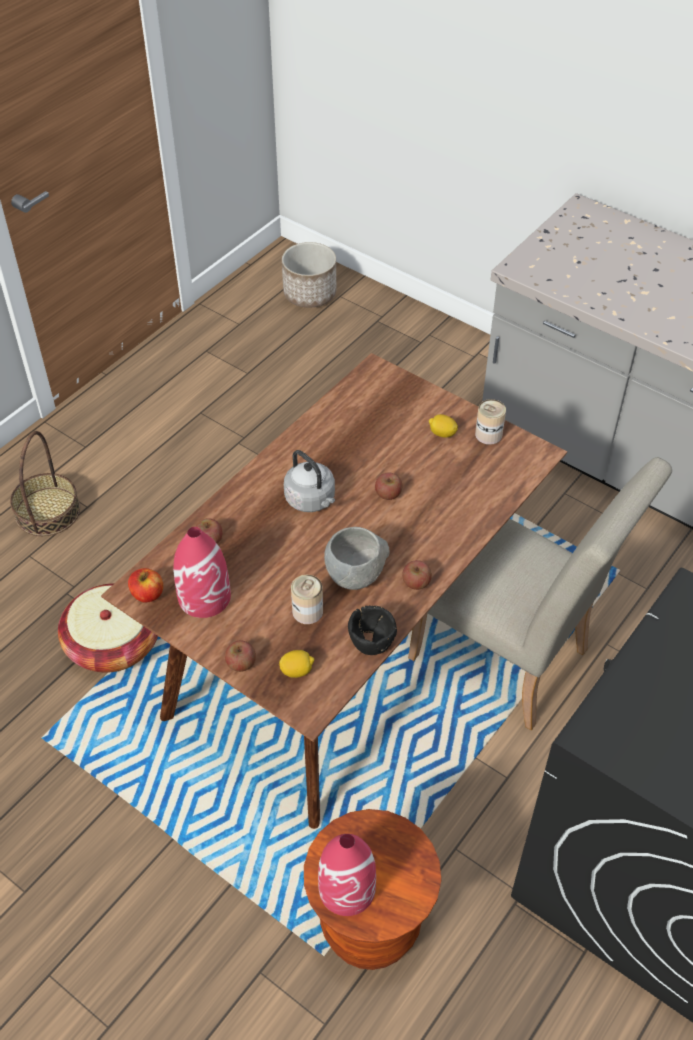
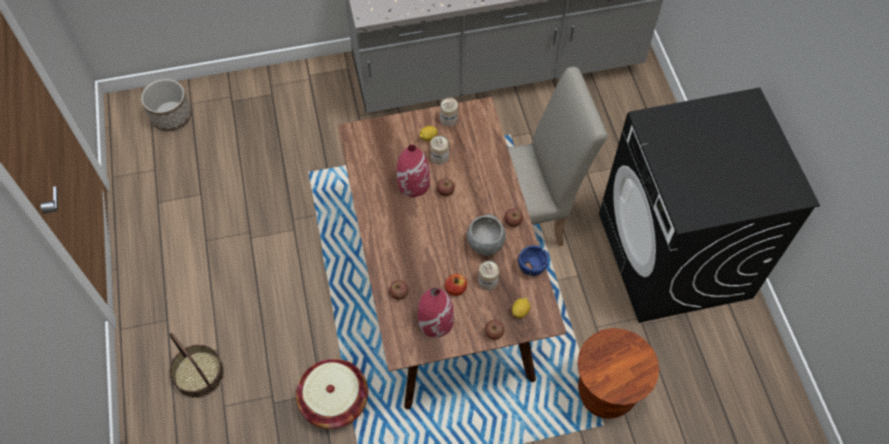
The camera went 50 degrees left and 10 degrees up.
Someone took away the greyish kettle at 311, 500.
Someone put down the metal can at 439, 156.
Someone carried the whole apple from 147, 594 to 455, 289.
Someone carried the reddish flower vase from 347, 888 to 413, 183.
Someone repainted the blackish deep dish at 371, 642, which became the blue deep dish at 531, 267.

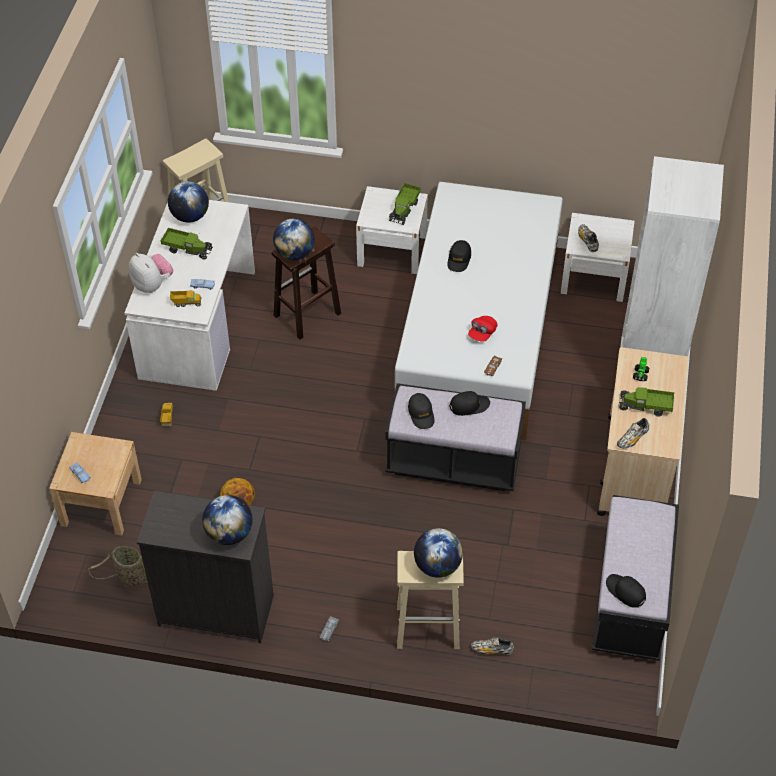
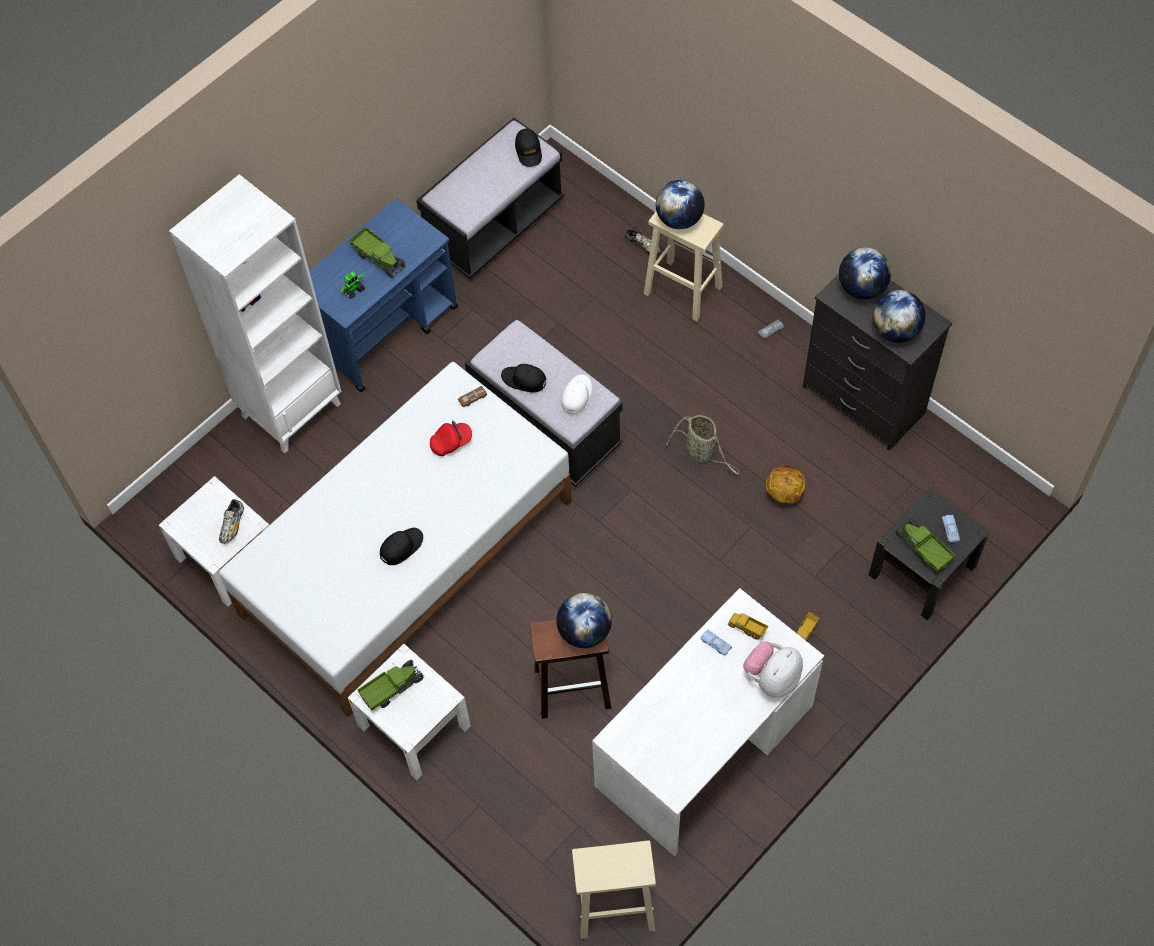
The camera went 145 degrees left and 10 degrees up.
Someone took away the item of footwear at 632, 438.
Someone carried the household basket from 130, 578 to 702, 453.
Someone carried the model truck from 187, 249 to 922, 549.
Someone carried the desk globe from 190, 216 to 895, 330.
Someone repainted the beige-coloured nightstand at 101, 502, which became the blackish nightstand at 922, 570.
Someone repainted the blackish baseball cap at 421, 414, which became the whitish baseball cap at 576, 396.
Someone repainted the beige-coloured cart at 635, 470, which became the blue cart at 386, 329.
Someone rotated the cuddly toy at 152, 284 by 45 degrees clockwise.

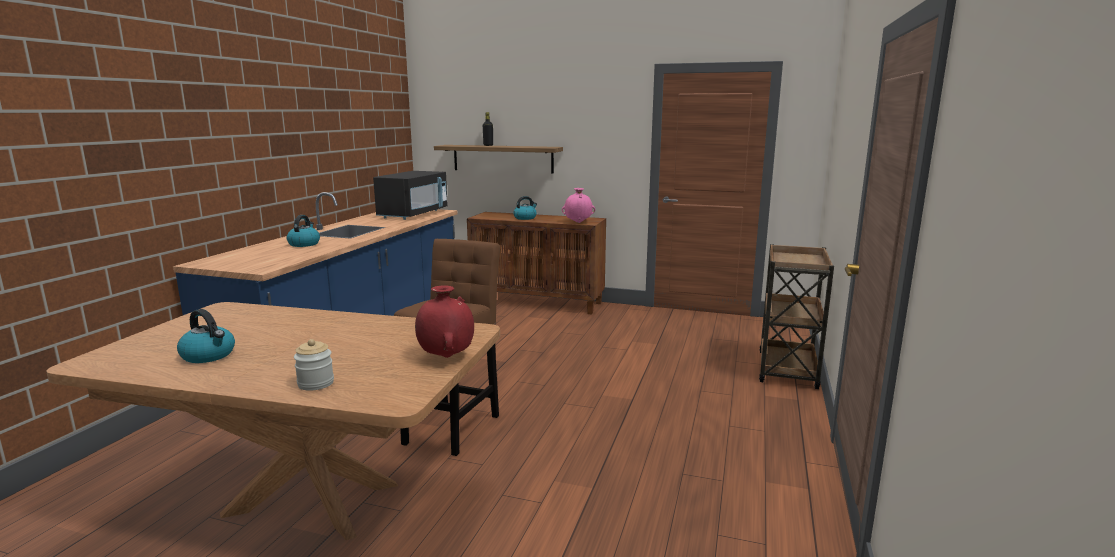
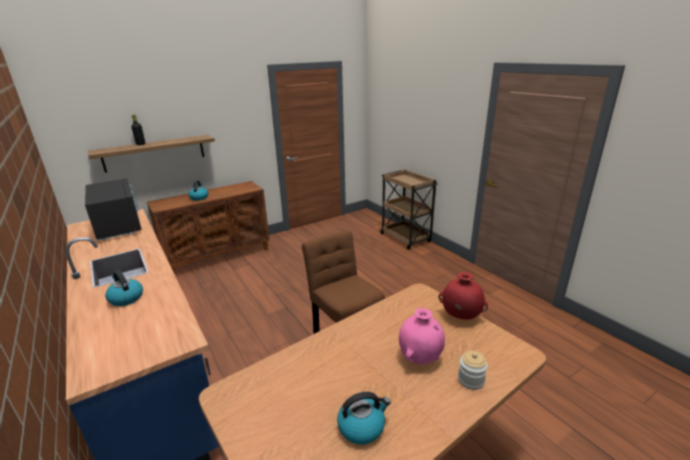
The camera went 50 degrees left and 10 degrees up.
Someone carried the pink-coloured flower vase from 578, 222 to 420, 357.

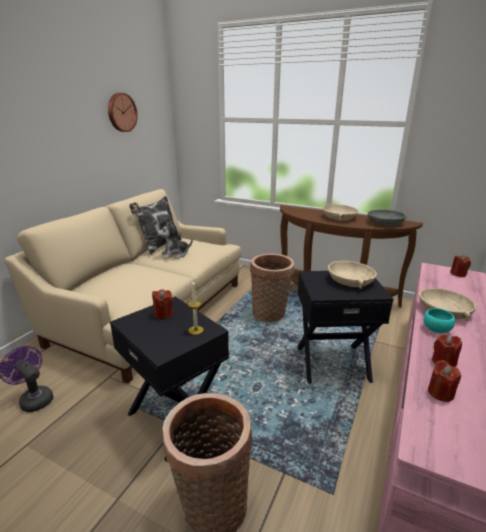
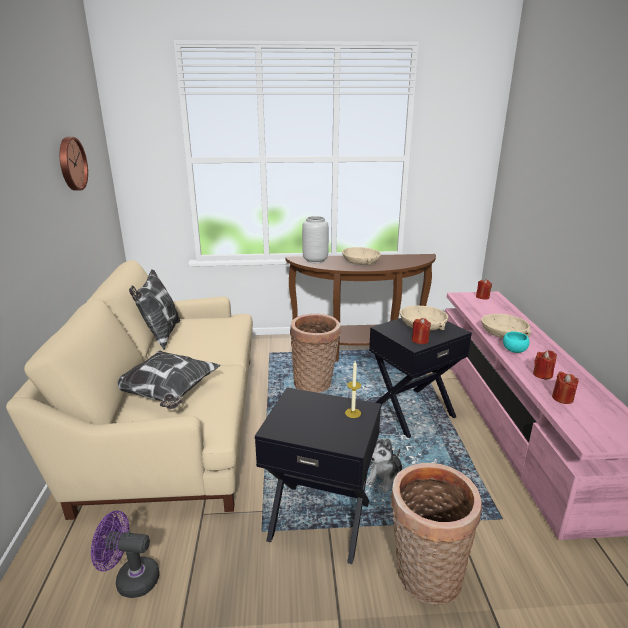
The camera went 30 degrees left and 0 degrees up.
Someone took away the greyish deep dish at 385, 222.
Someone put down the cushion at 168, 394.
Someone put down the greyish flower vase at 314, 260.
Someone carried the reddish wax light from 163, 314 to 420, 340.
Someone carried the cuddly toy from 175, 254 to 385, 477.

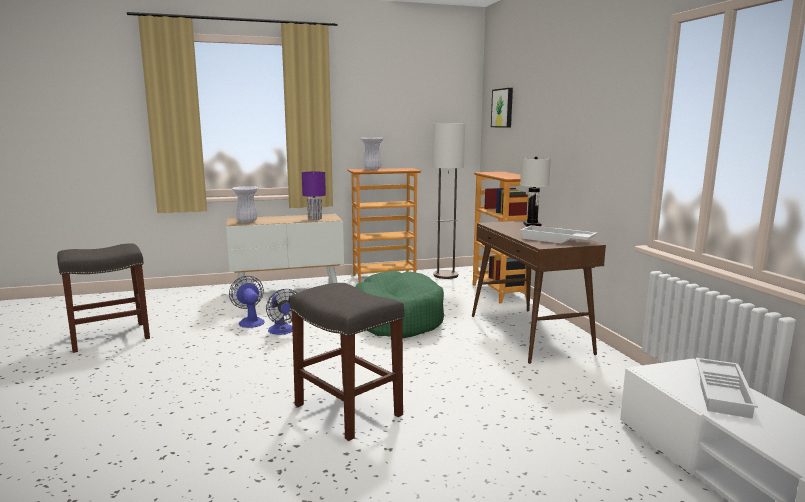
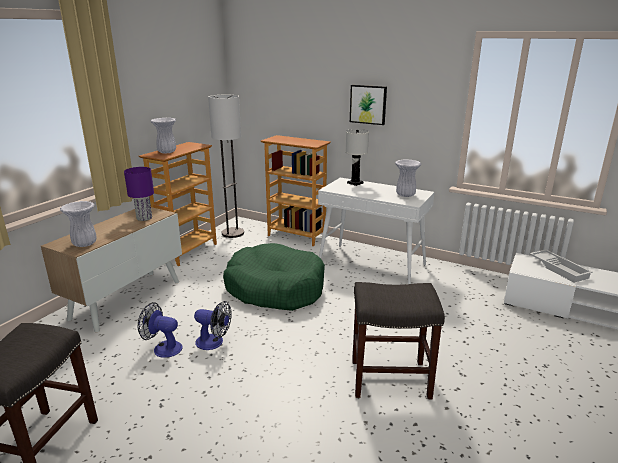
The camera went 45 degrees left and 10 degrees up.
Someone carried the wall picture from 503, 108 to 368, 104.
Someone swapped the whitish serving tray at 556, 240 for the whitish flower vase at 405, 195.
Someone repainted the brownish console table at 529, 334, which became the whitish console table at 372, 265.

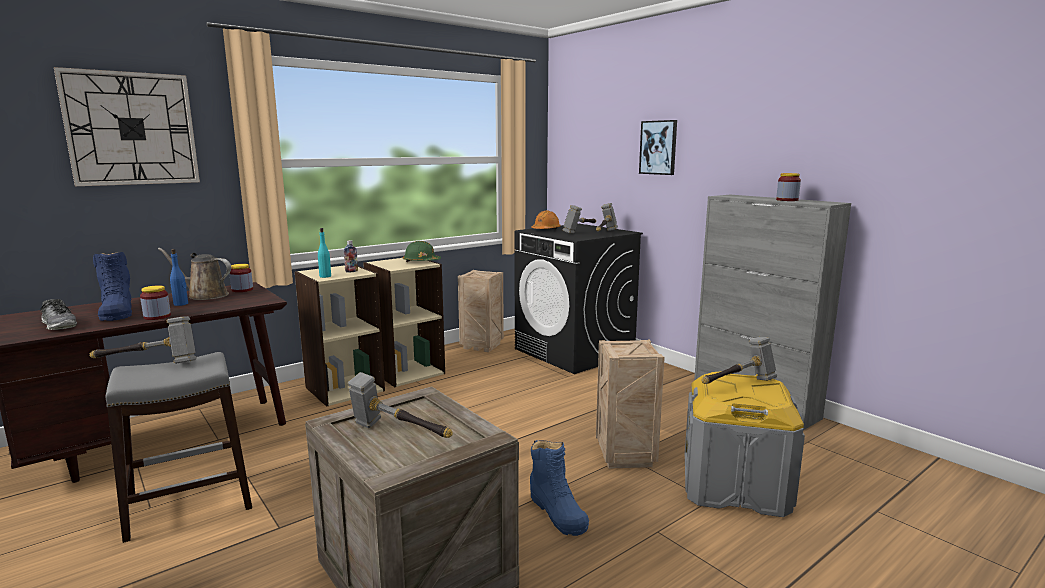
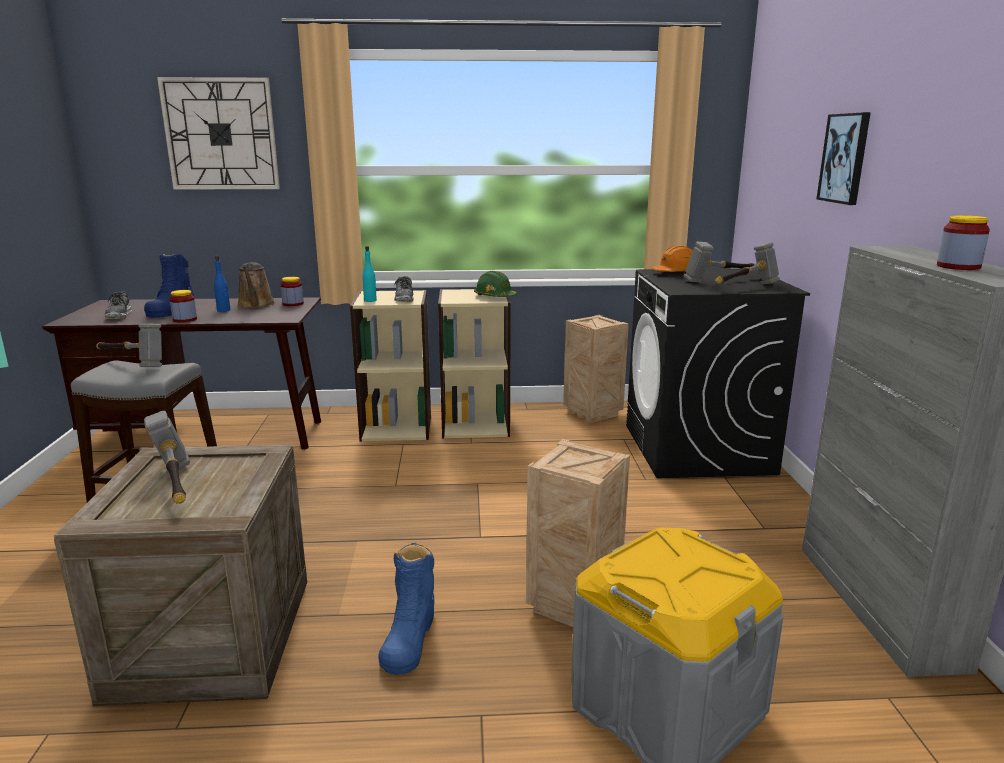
The camera went 35 degrees right and 5 degrees up.
Someone took away the tool hammer at 738, 384.
Someone swapped the beverage bottle at 351, 271 for the item of footwear at 404, 298.
Someone rotated the brownish watering pot at 205, 296 by 150 degrees counterclockwise.

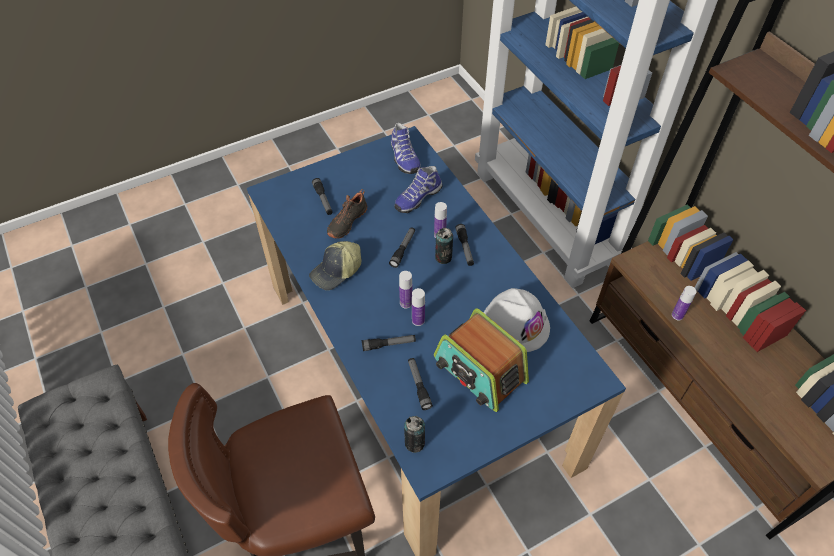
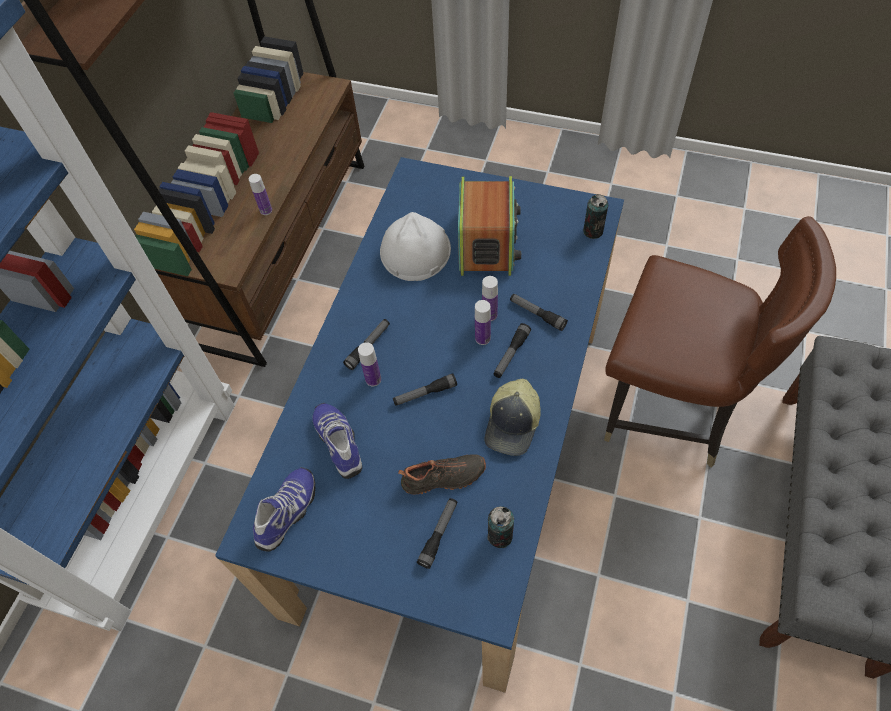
The camera went 130 degrees left and 5 degrees up.
Someone carried the flashlight from 419, 385 to 511, 354.
Someone carried the metal can from 443, 257 to 500, 536.
Someone rotated the baseball cap at 337, 271 by 105 degrees clockwise.
Someone rotated the item of footwear at 417, 197 by 120 degrees counterclockwise.

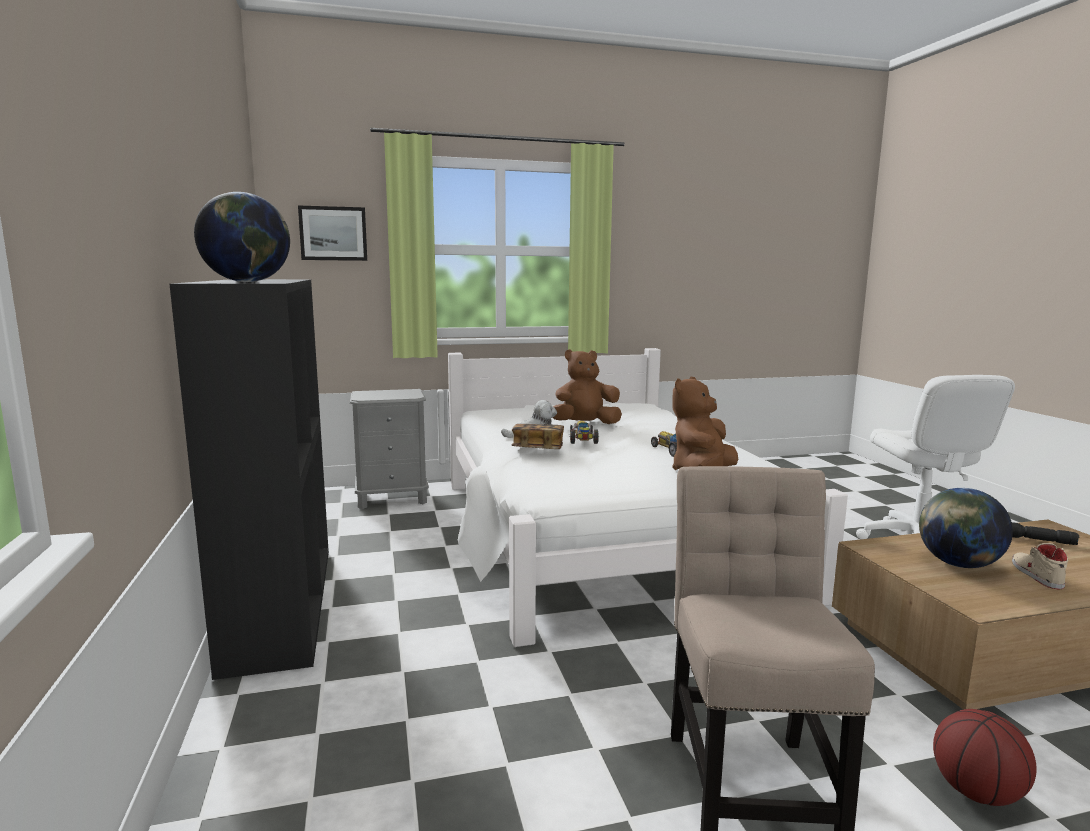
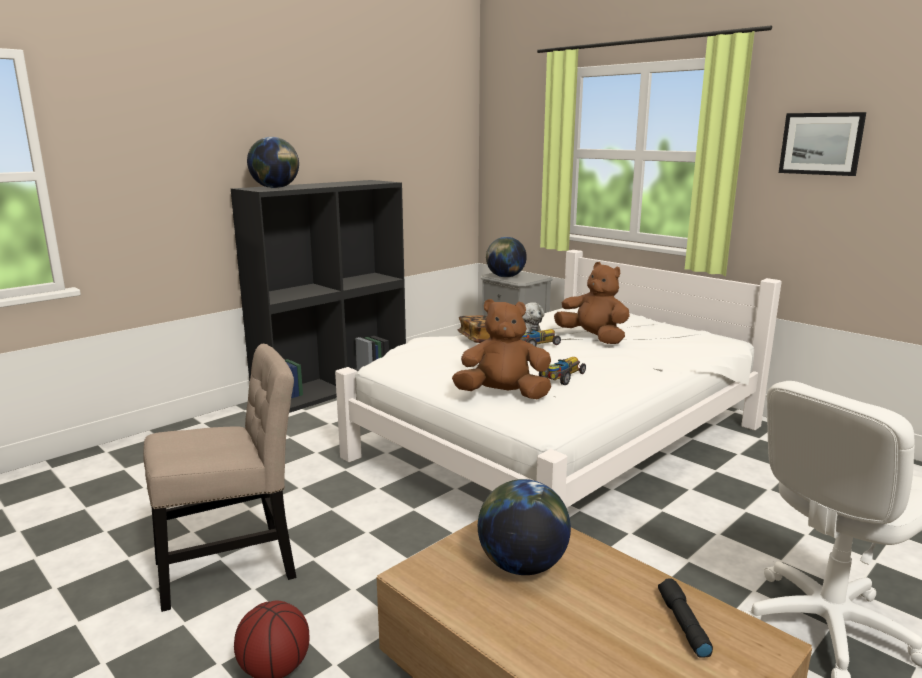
The camera went 60 degrees right and 5 degrees up.
Someone took away the beige-coloured item of footwear at 1035, 574.
Someone put down the desk globe at 505, 277.
Someone carried the wall picture from 333, 233 to 821, 143.

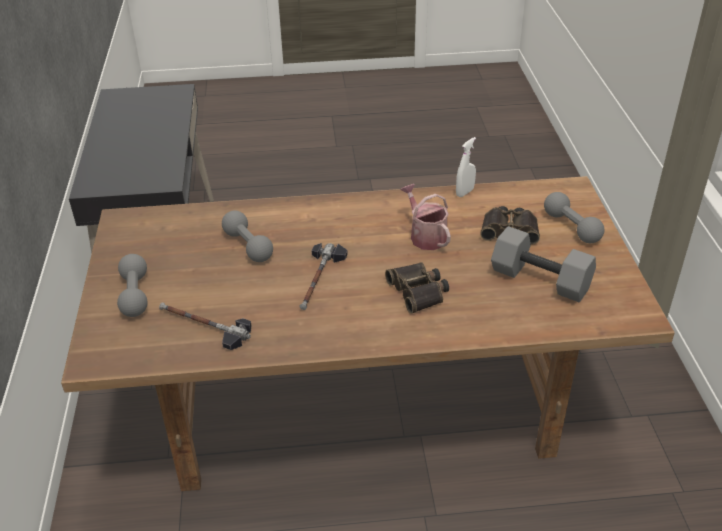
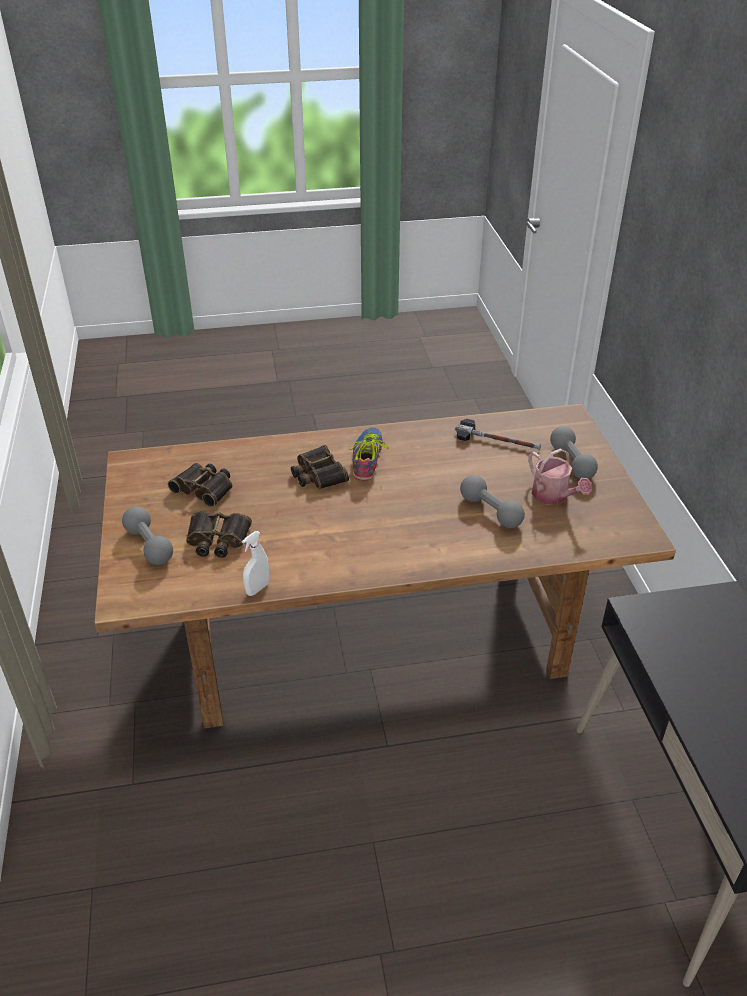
The camera went 175 degrees right and 0 degrees up.
Someone took away the tool hammer at 319, 279.
Someone put down the item of footwear at 367, 459.
Someone carried the watering pot from 425, 236 to 554, 496.
Someone swapped the greyish dumbbell at 539, 280 for the field glasses at 205, 488.

